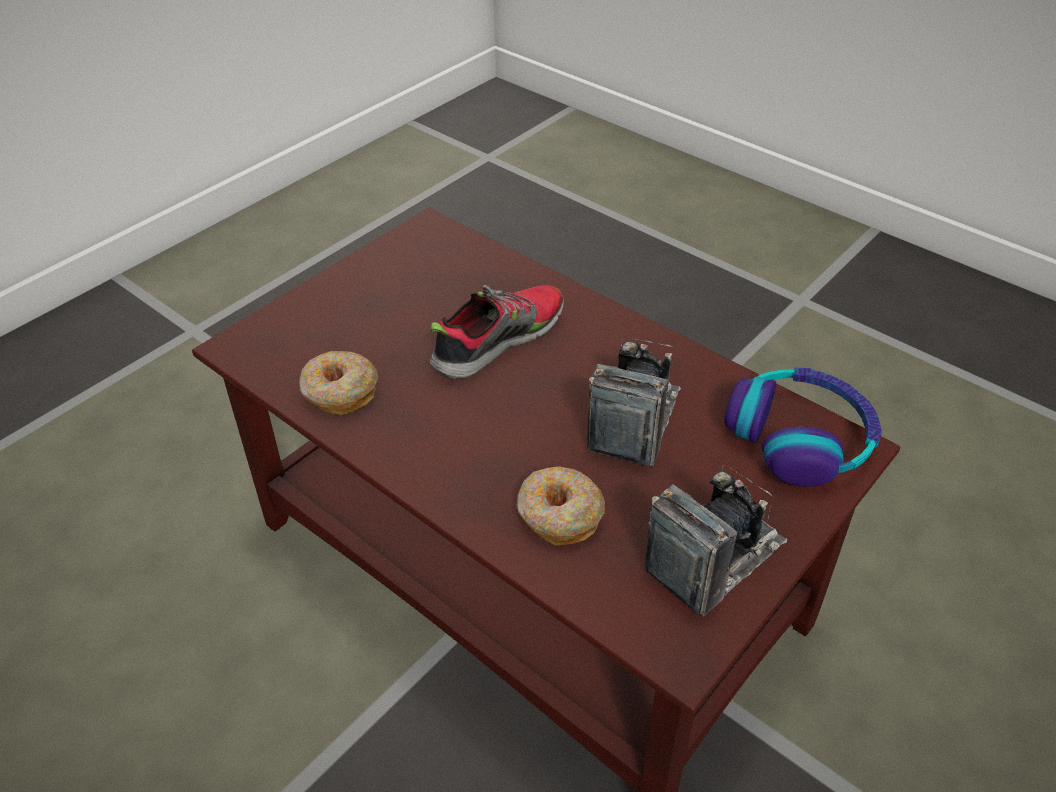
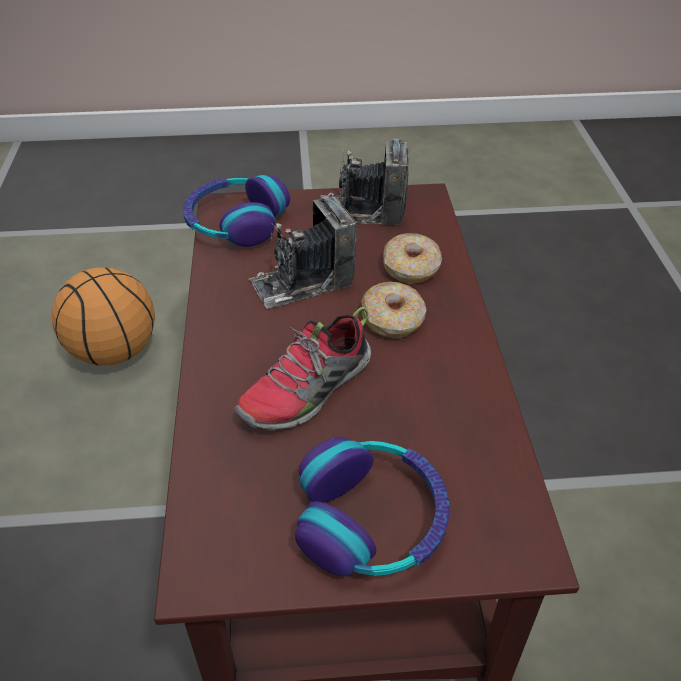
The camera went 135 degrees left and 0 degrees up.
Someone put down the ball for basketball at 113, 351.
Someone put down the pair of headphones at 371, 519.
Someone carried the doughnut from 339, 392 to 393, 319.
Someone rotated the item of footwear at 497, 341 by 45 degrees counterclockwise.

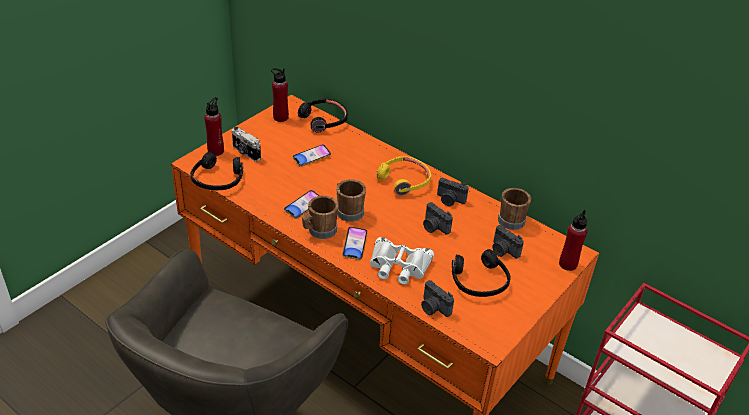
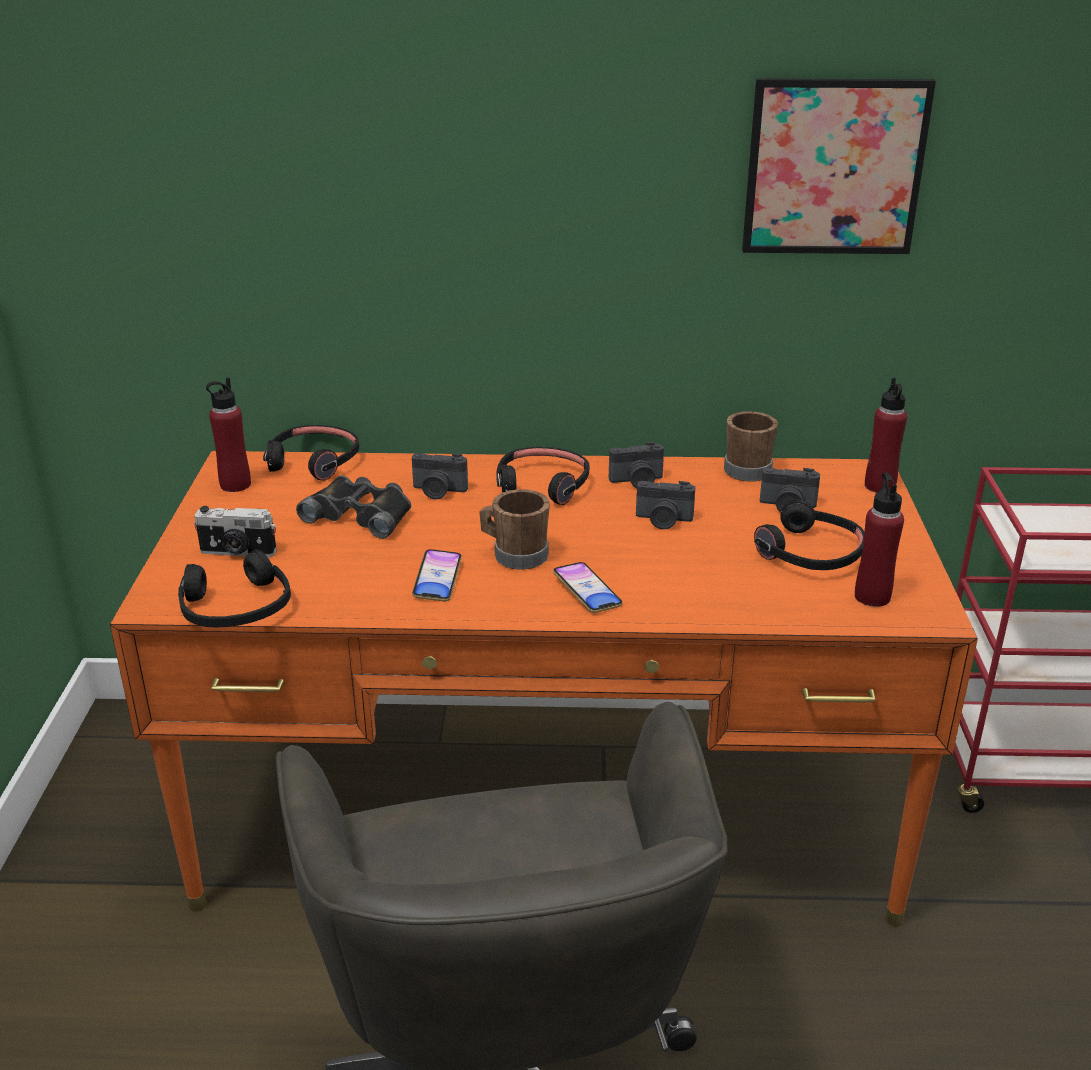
The camera went 35 degrees left and 10 degrees down.
Someone took away the brownish coffee mug at 319, 231.
Someone took away the whitish field glasses at 398, 266.
Someone put up the wall picture at 834, 167.
Someone carried the reddish beverage bottle from 216, 151 to 872, 596.
Someone carried the photo camera from 433, 308 to 438, 491.
Someone swapped the phone at 311, 157 for the blackish field glasses at 361, 514.
Someone repainted the yellowish pair of headphones at 404, 180, which became the blackish pair of headphones at 542, 485.

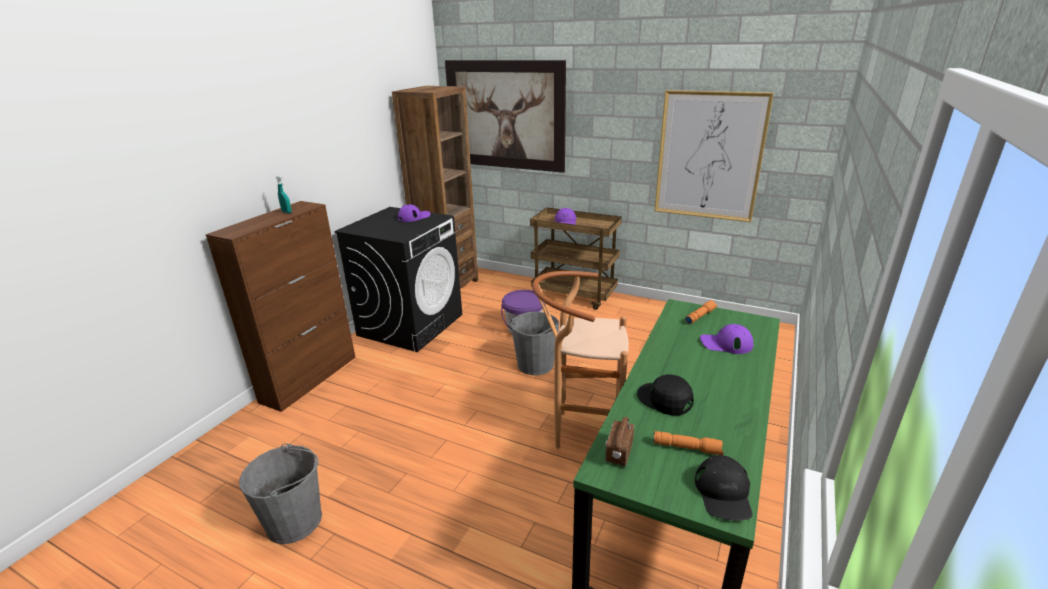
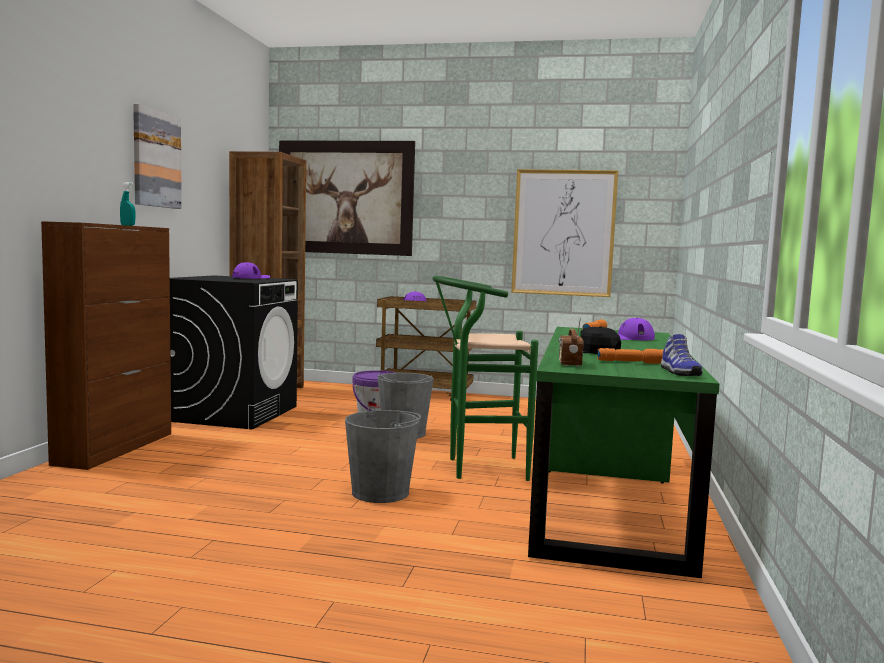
The camera went 15 degrees left and 20 degrees down.
Someone put up the wall picture at 156, 159.
Someone carried the greyish bucket from 295, 521 to 381, 492.
Someone swapped the blackish baseball cap at 723, 493 for the item of footwear at 678, 372.
Someone repainted the brownish sitting stool at 580, 431, which became the green-coloured sitting stool at 478, 468.

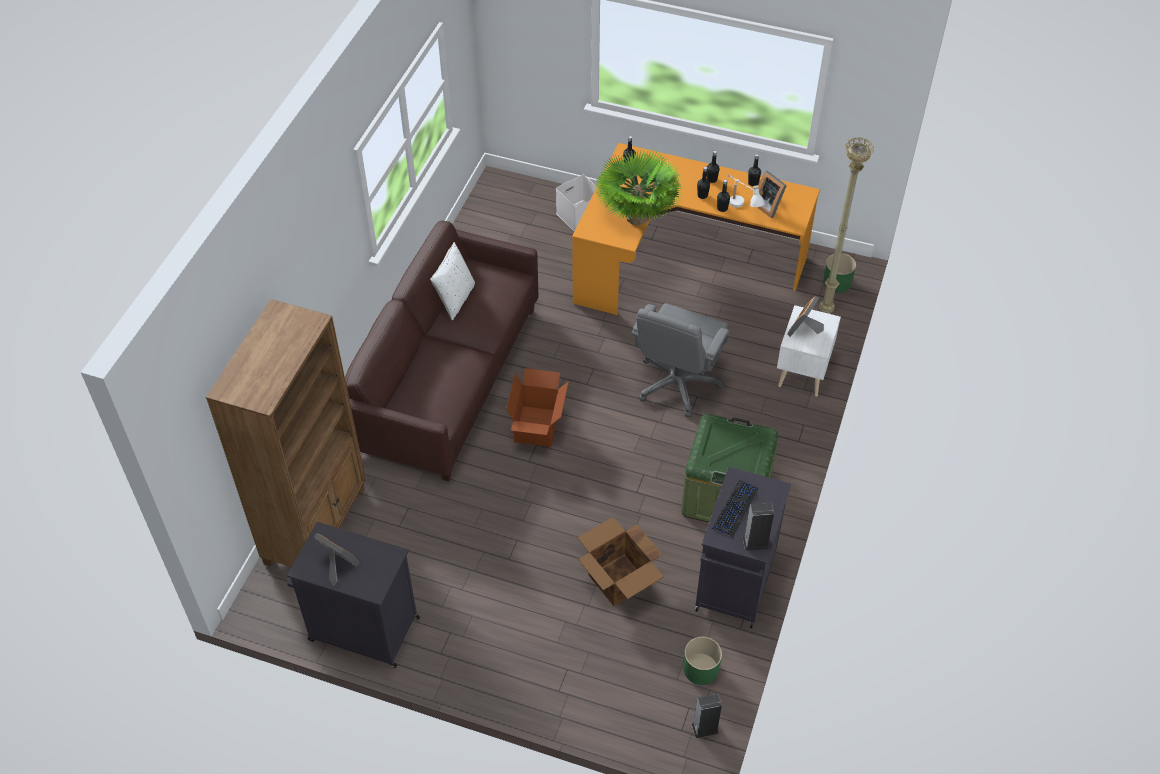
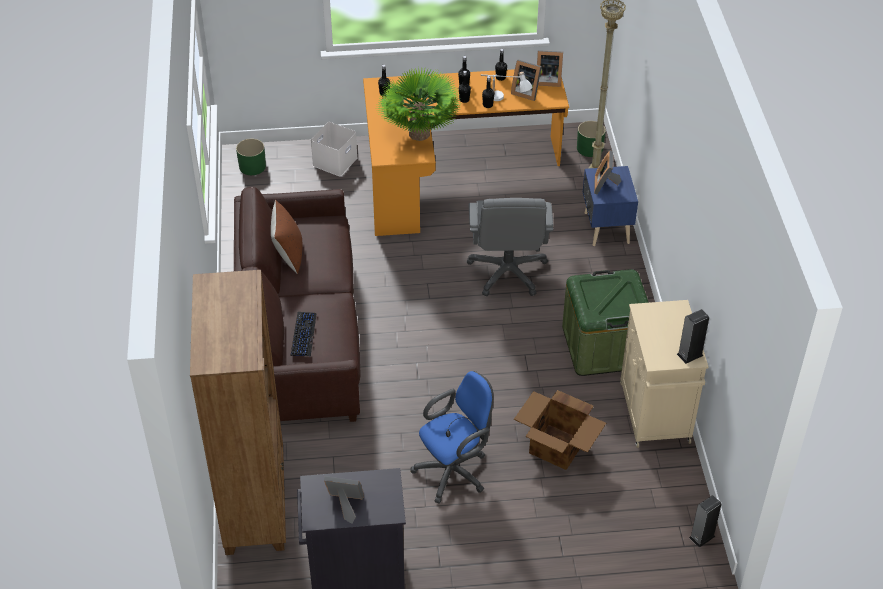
The camera went 25 degrees left and 5 degrees down.
Someone took away the cardboard box at 537, 427.
Someone put down the blue office chair at 455, 471.
Someone put down the picture frame at 547, 80.
Someone carried the green-coloured plant pot from 701, 668 to 252, 166.
Someone carried the computer keyboard from 735, 508 to 303, 335.
Someone repainted the whitish cushion at 455, 299, which became the brownish cushion at 288, 255.
Someone repainted the blackish cabinet at 735, 584, which became the beige-coloured cabinet at 655, 414.
Someone repainted the whitish nightstand at 802, 372, which became the blue nightstand at 605, 228.

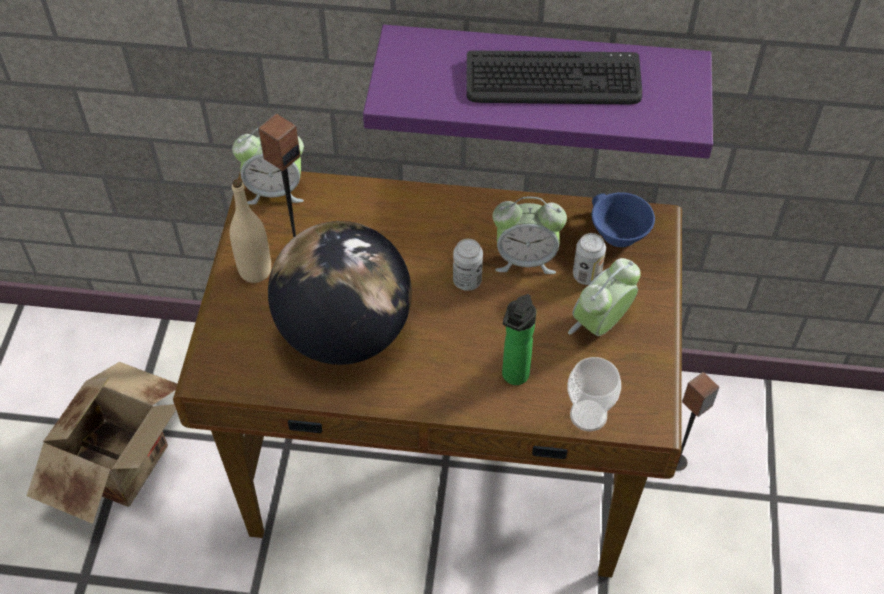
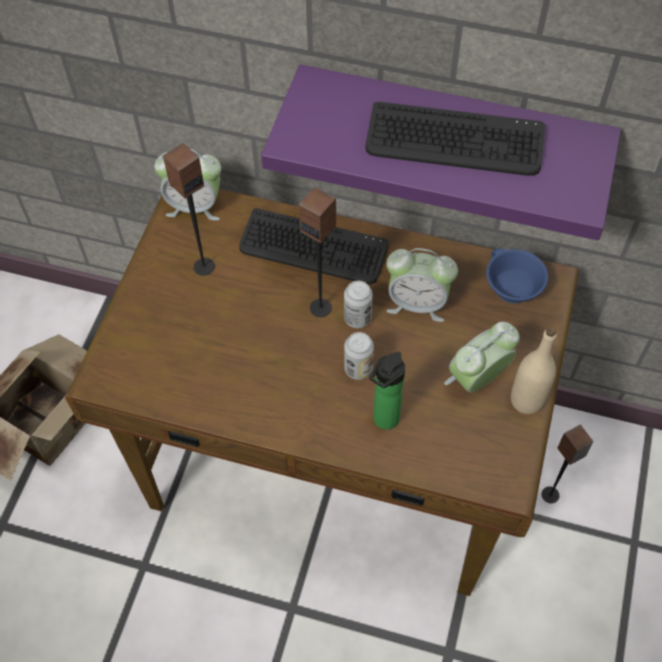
The camera went 10 degrees right and 5 degrees up.
Someone took away the desk globe at 344, 333.
Someone took away the cup at 588, 415.
Someone put down the computer keyboard at 313, 248.
Someone put down the audio speaker at 321, 307.
Someone carried the beige-coloured beverage bottle from 255, 271 to 526, 400.
Someone carried the metal can from 586, 275 to 358, 369.

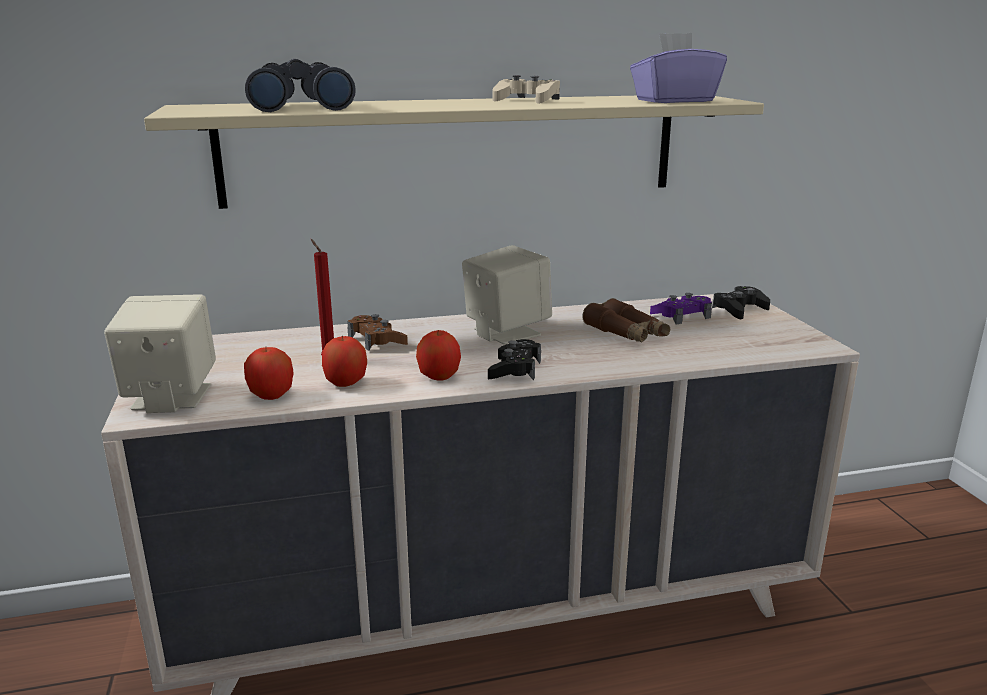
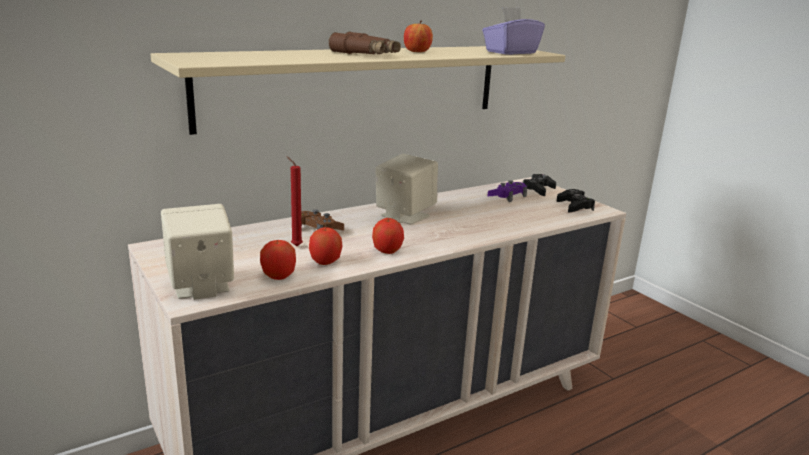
The camera went 20 degrees left and 0 degrees up.
Someone took away the greyish field glasses at 300, 107.
Someone carried the blackish joypad from 515, 369 to 574, 206.
Someone carried the brownish field glasses from 626, 333 to 365, 54.
Someone swapped the beige-coloured joypad at 527, 101 for the whole apple at 417, 51.

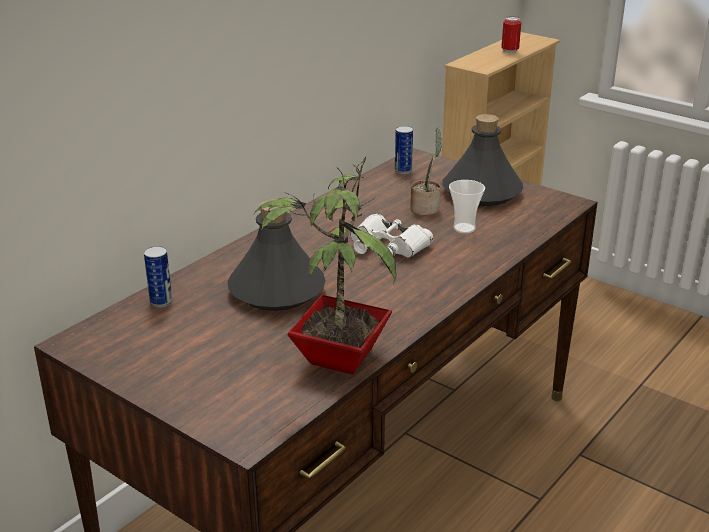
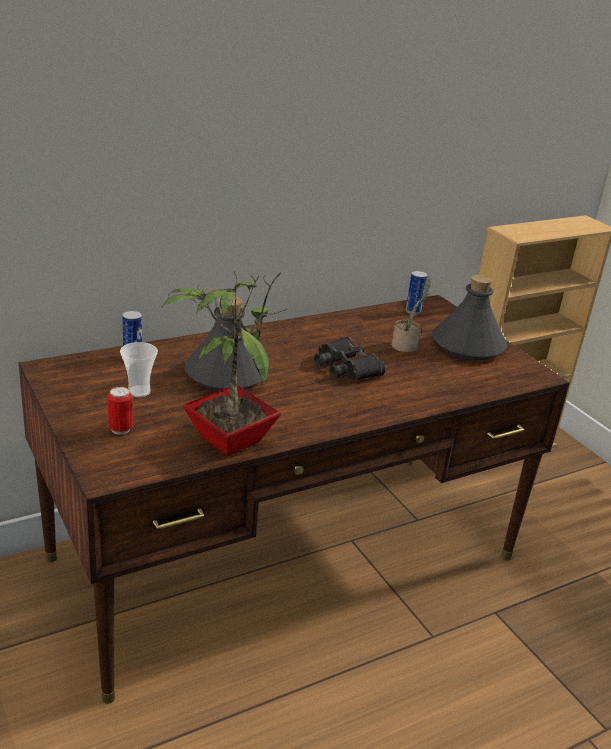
The camera went 20 degrees right and 0 degrees up.
Someone carried the cup from 464, 228 to 139, 391.
Someone carried the metal can from 509, 51 to 120, 429.
Someone repainted the whitish field glasses at 388, 246, which became the blackish field glasses at 346, 367.

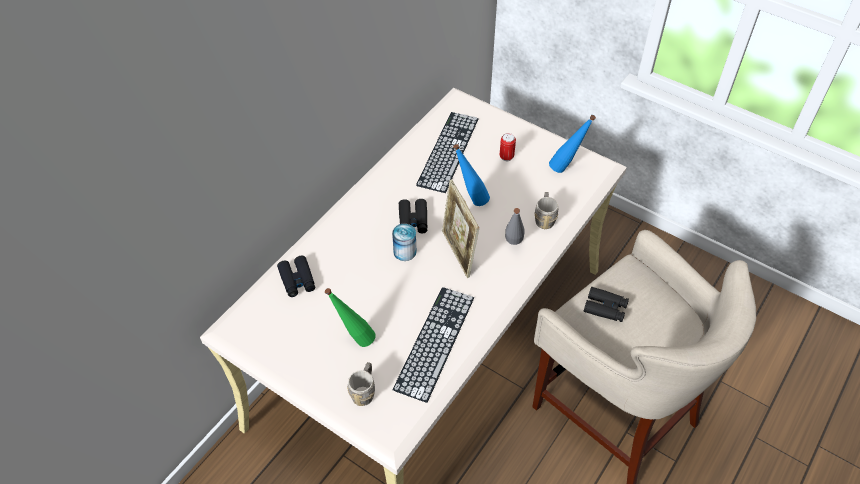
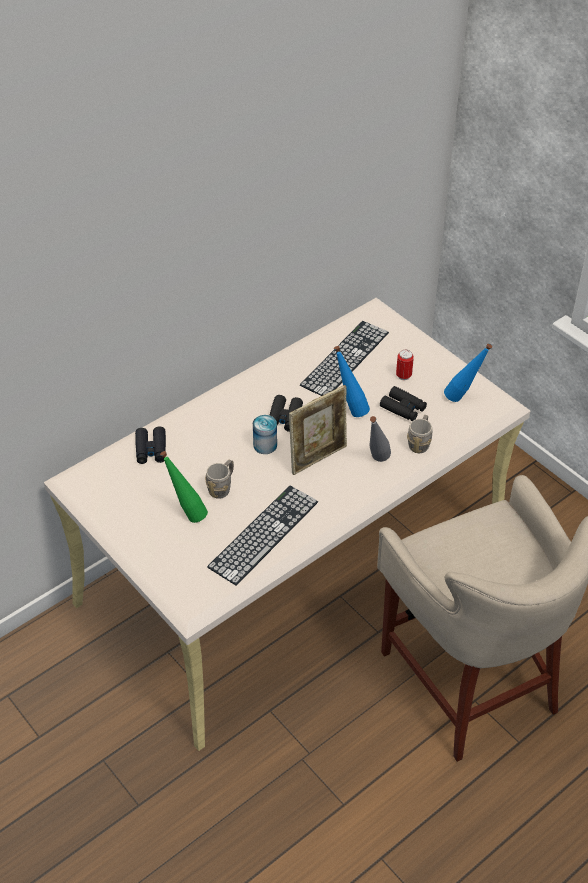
The camera went 15 degrees right and 5 degrees down.
Someone carried the greyish coffee mug from 364, 391 to 222, 487.
Someone carried the blackish field glasses from 605, 308 to 403, 408.
Someone rotated the picture frame at 458, 253 by 120 degrees counterclockwise.

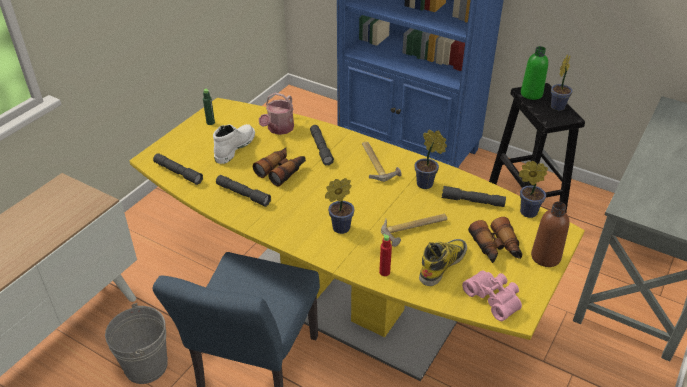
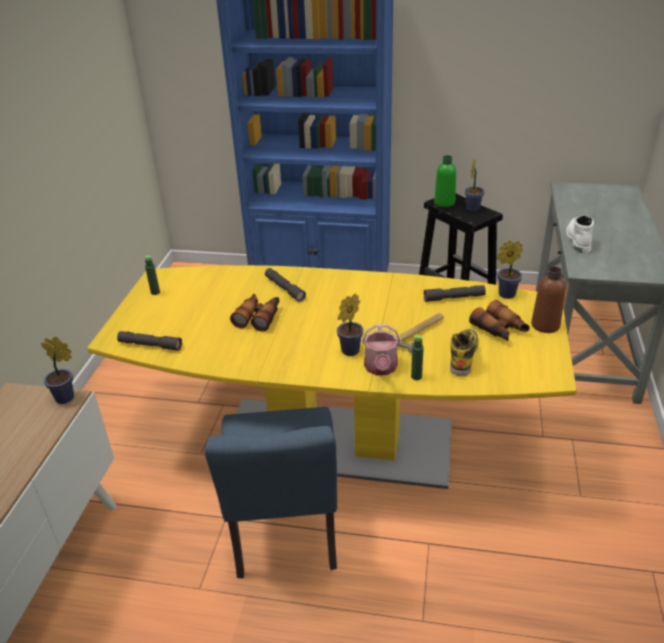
The camera went 20 degrees left and 5 degrees down.
Someone took away the greyish bucket at 146, 366.
Someone took away the greyish flashlight at 243, 194.
Someone took away the tool hammer at 377, 163.
Someone took away the pink-coloured field glasses at 494, 298.
Someone carried the whitish high-top boot from 234, 147 to 577, 239.
Someone carried the watering pot from 279, 129 to 381, 368.
Someone carried the potted plant from 427, 185 to 67, 398.
Someone repainted the reddish beverage bottle at 384, 272, which became the green-coloured beverage bottle at 416, 376.

